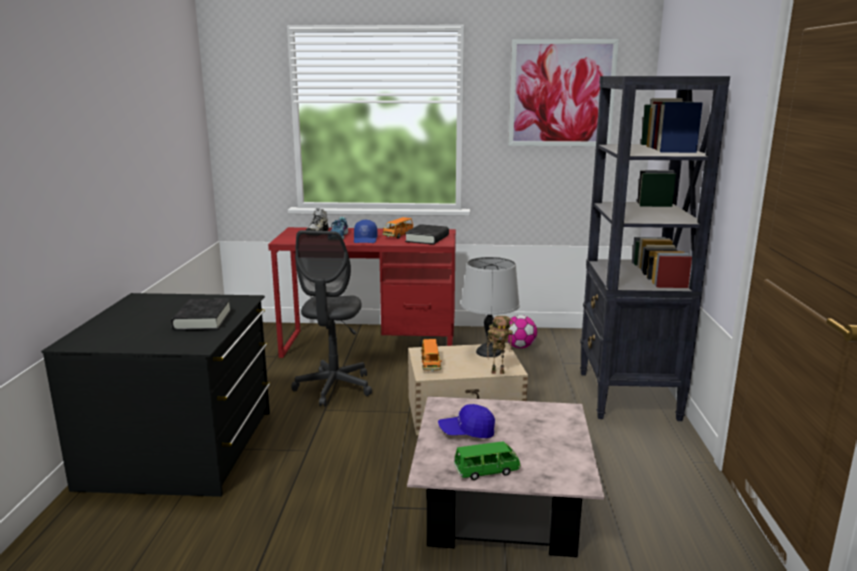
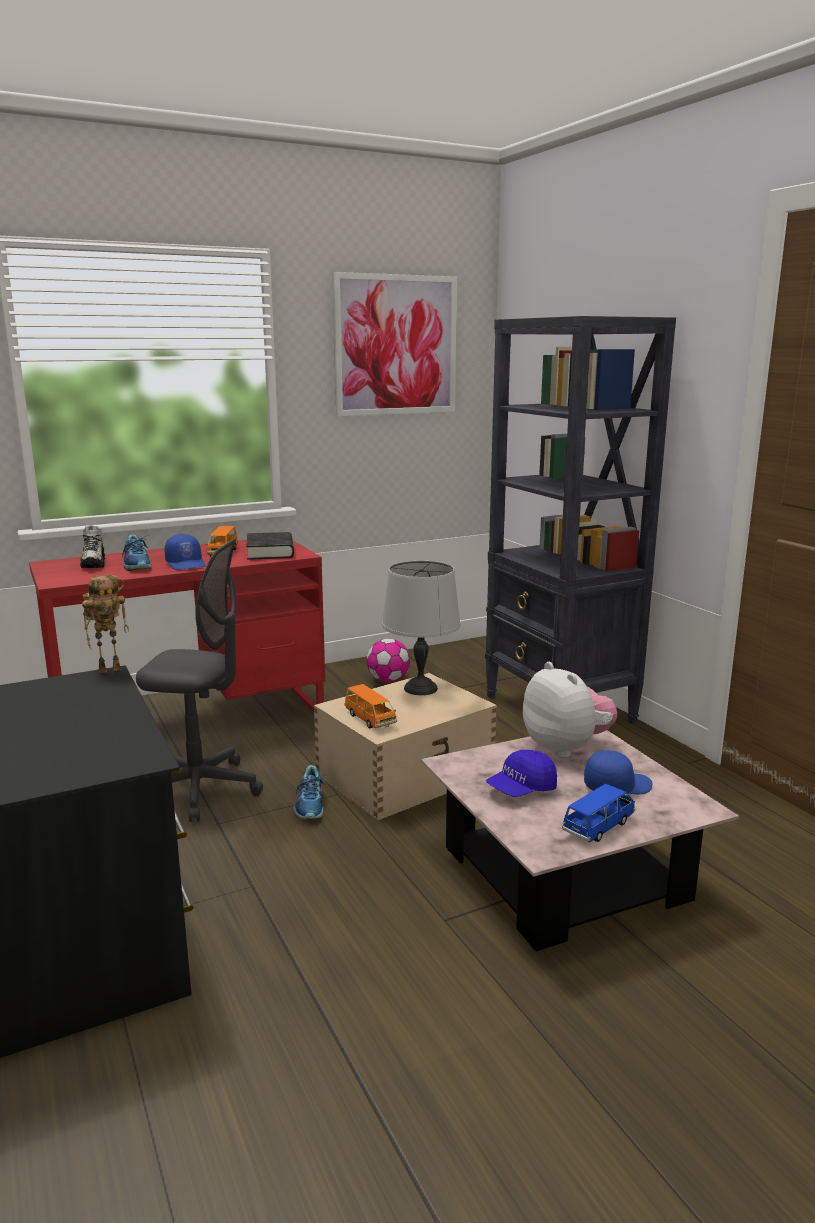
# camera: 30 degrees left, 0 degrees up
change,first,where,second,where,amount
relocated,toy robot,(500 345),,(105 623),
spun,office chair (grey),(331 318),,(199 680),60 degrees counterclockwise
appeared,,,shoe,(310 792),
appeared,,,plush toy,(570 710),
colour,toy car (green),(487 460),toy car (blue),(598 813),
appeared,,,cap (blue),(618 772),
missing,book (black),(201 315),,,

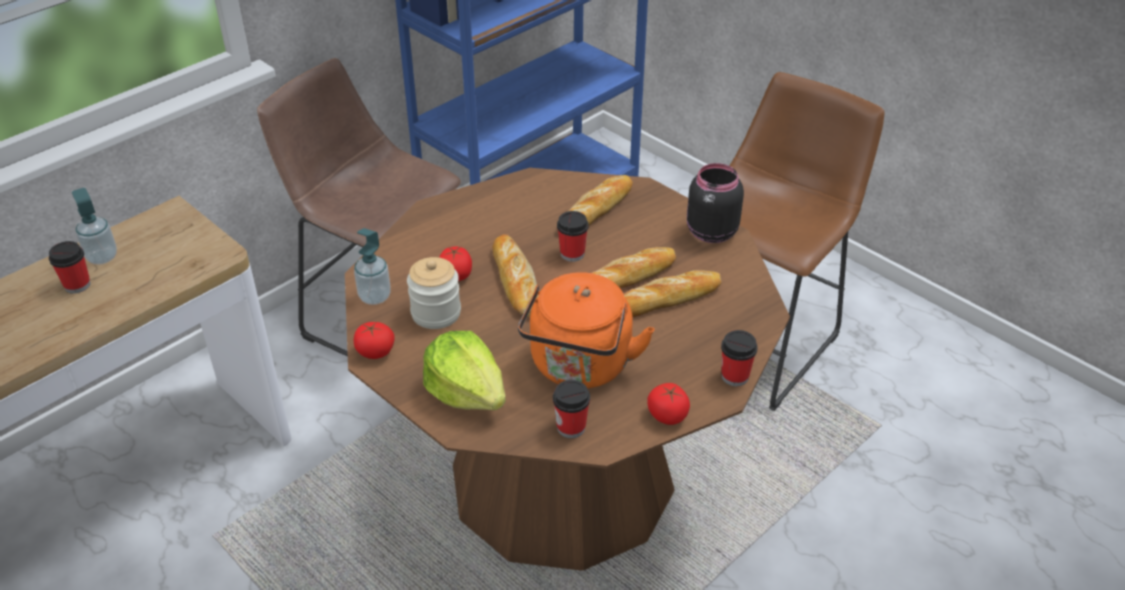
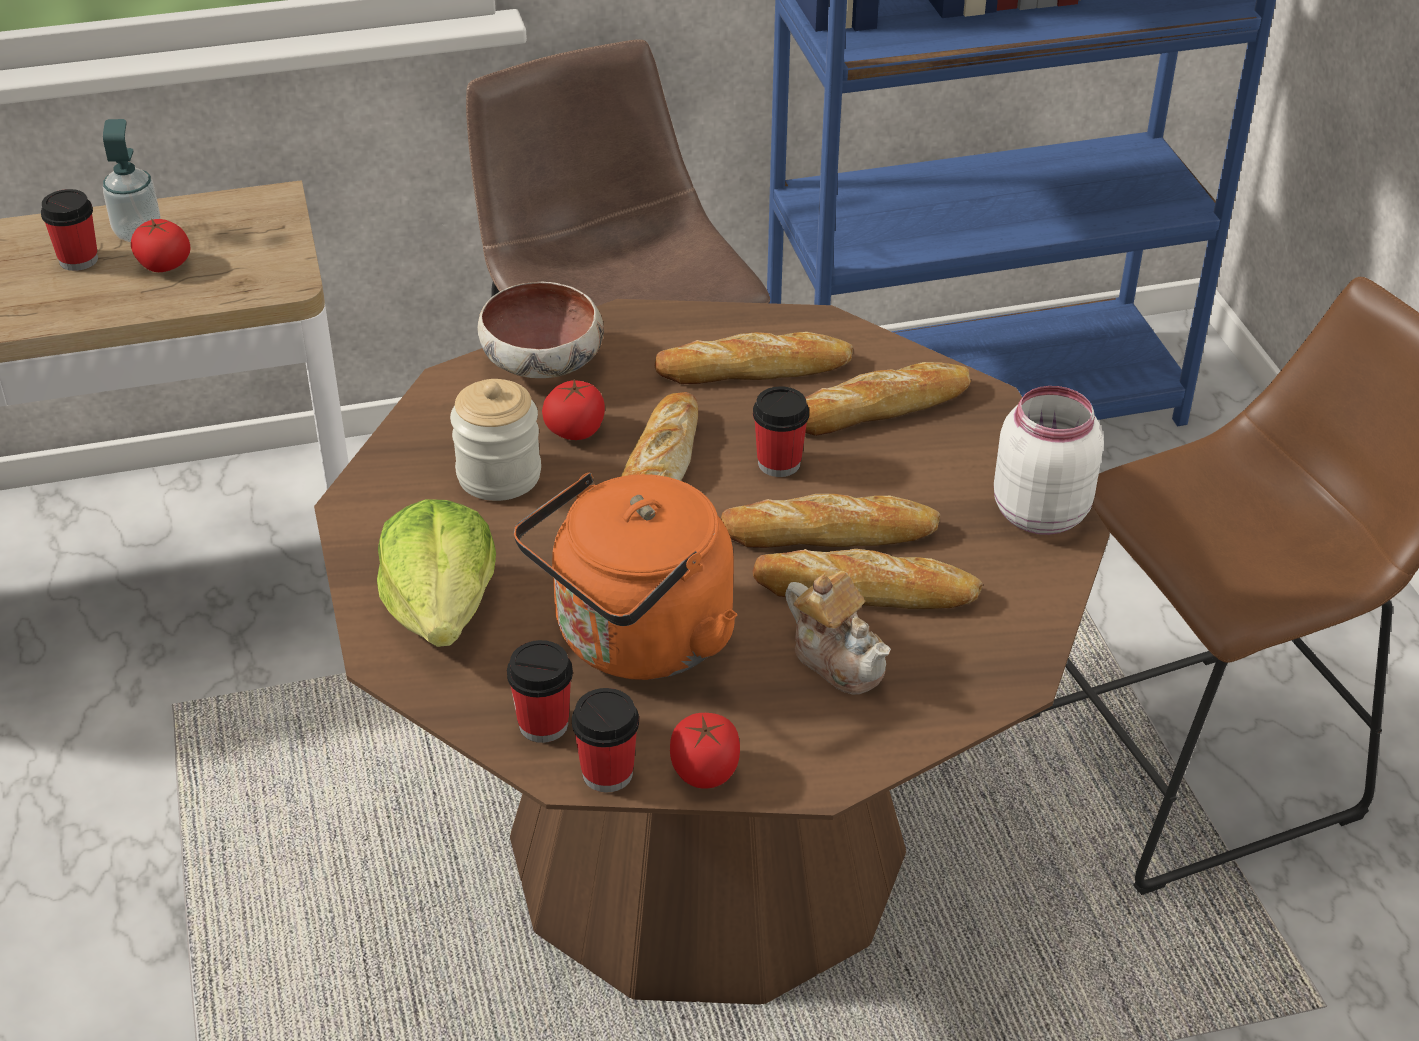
# camera: 30 degrees right, 0 degrees up
change,first,where,second,where,amount
relocated,tomato,(374 340),,(160 245),
appeared,,,bowl,(540 329),
relocated,cup,(739 358),,(605 740),
appeared,,,bread,(754 358),
appeared,,,teapot,(838 633),
colour,jar (black),(715 203),jar (white),(1049 460),
missing,soap dispenser,(372 266),,,

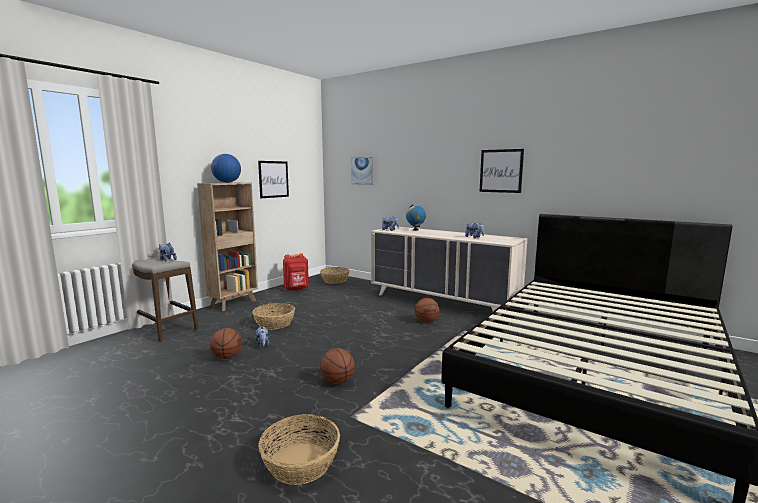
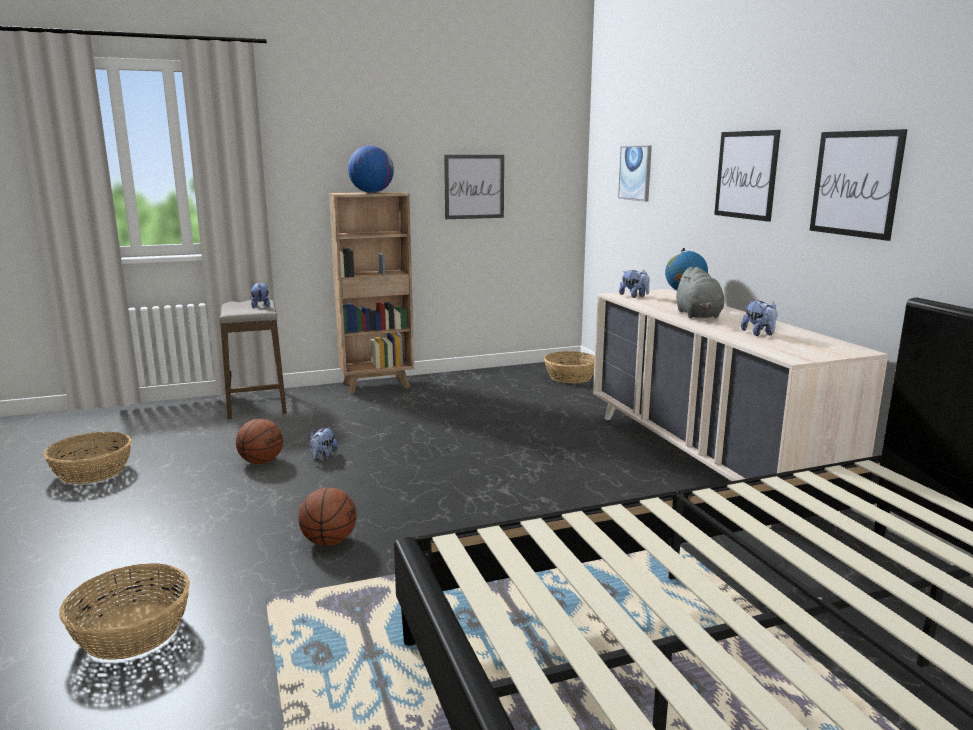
# camera: 35 degrees right, 5 degrees up
change,first,where,second,where,amount
relocated,basket,(273 316),,(88 458),
appeared,,,plush toy (grey),(699 292),
appeared,,,picture,(747 176),
missing,backpack (red),(296 272),,,
missing,basketball,(427 310),,,

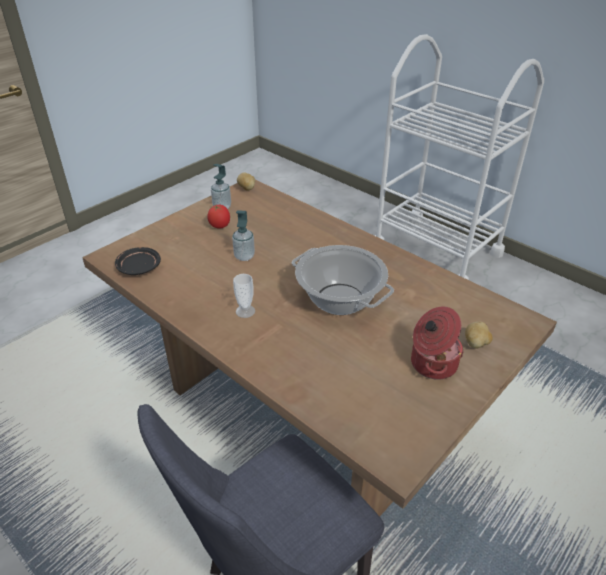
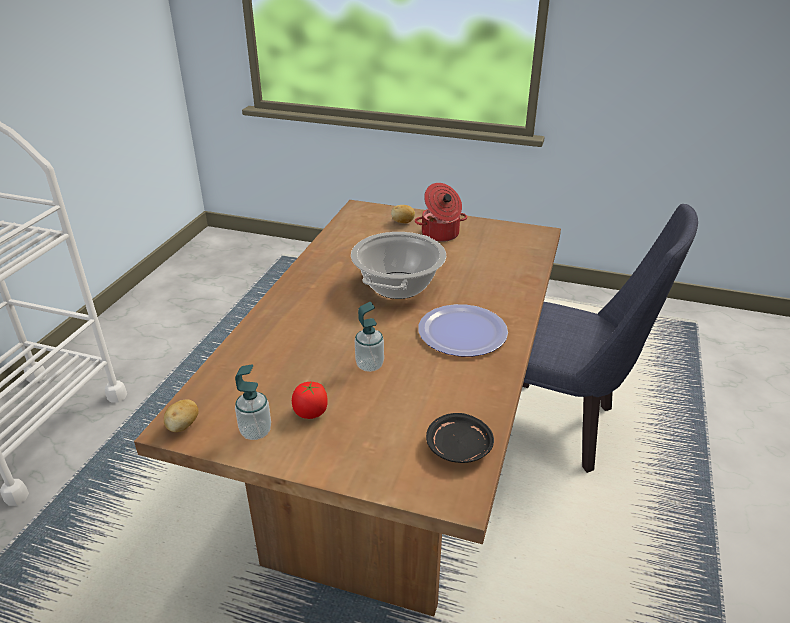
# camera: 115 degrees left, 5 degrees down
change,first,where,second,where,amount
exchanged,cup,(244 296),plate,(463 330),

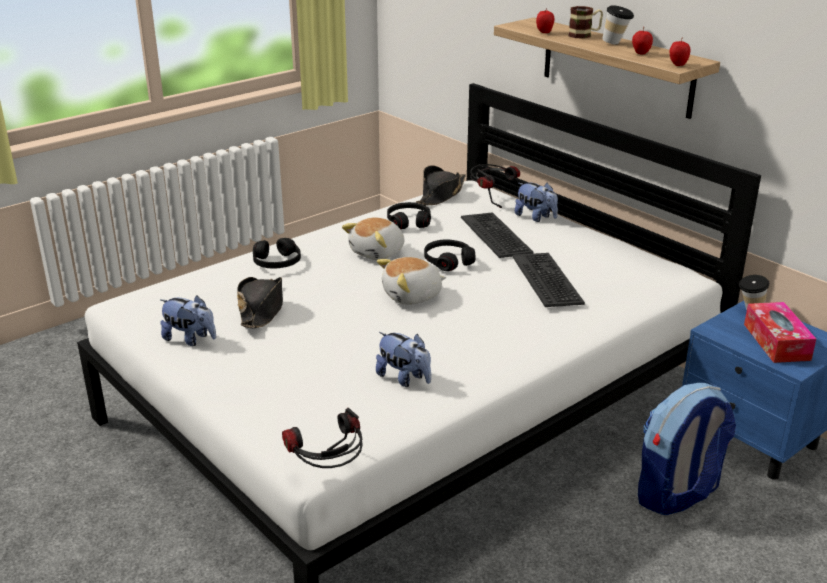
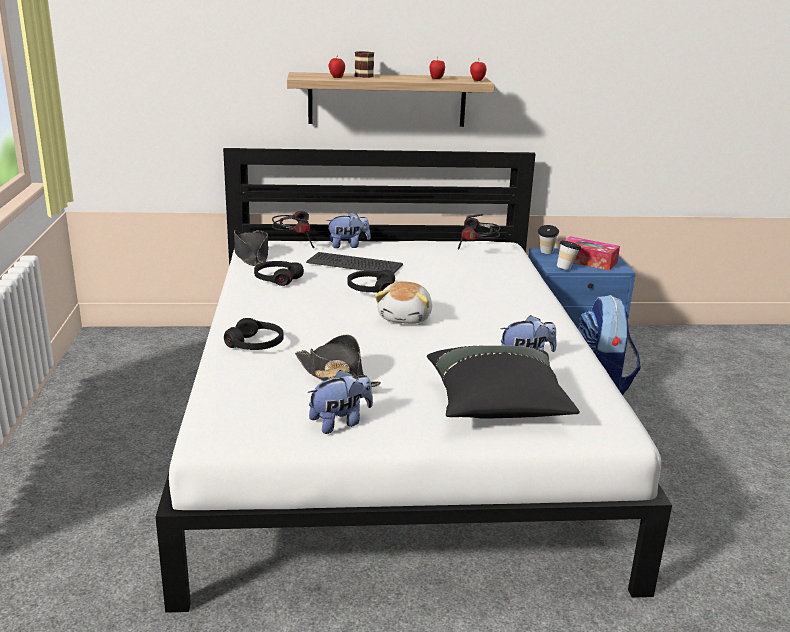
# camera: 55 degrees left, 5 degrees down
change,first,where,second,where,amount
appeared,,,pillow (black),(503 382),
relocated,headphones,(322 438),,(479 232),
relocated,cup,(618 24),,(569 255),
missing,plush toy,(373 239),,,
missing,keyboard,(548 280),,,

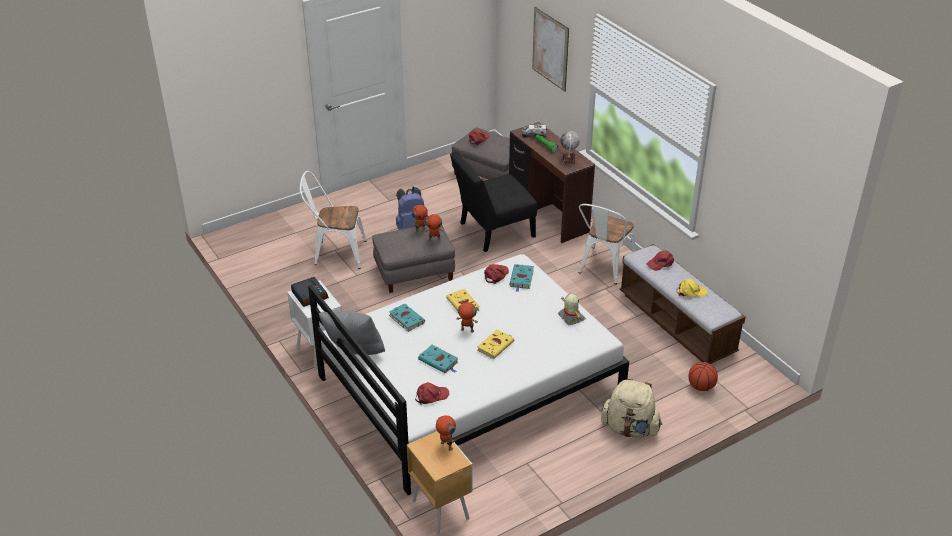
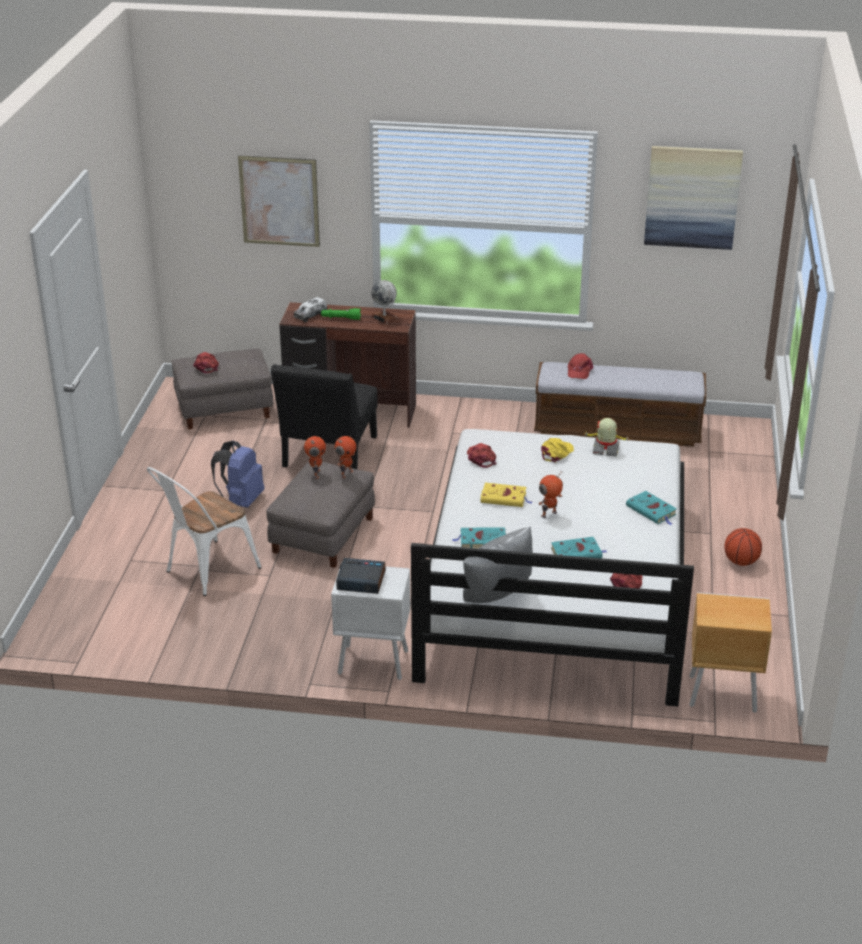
# camera: 50 degrees left, 5 degrees down
change,first,where,second,where,amount
relocated,cap (yellow),(692 288),,(557 450),
relocated,book (turquoise),(521 278),,(651 508),
appeared,,,picture,(693 198),
relocated,basketball,(703 376),,(743 547),
missing,toy robot,(446 433),,,
missing,book (yellow),(495 344),,,
missing,chair (white),(607 244),,,
missing,backpack (beige),(631 408),,,

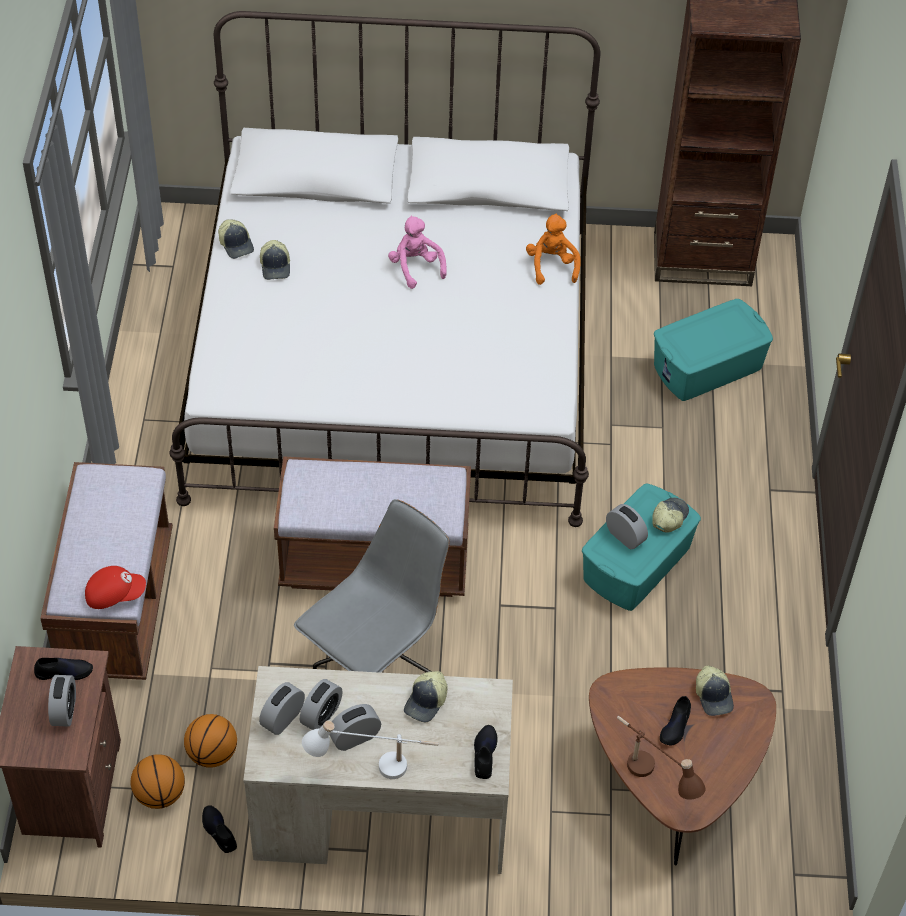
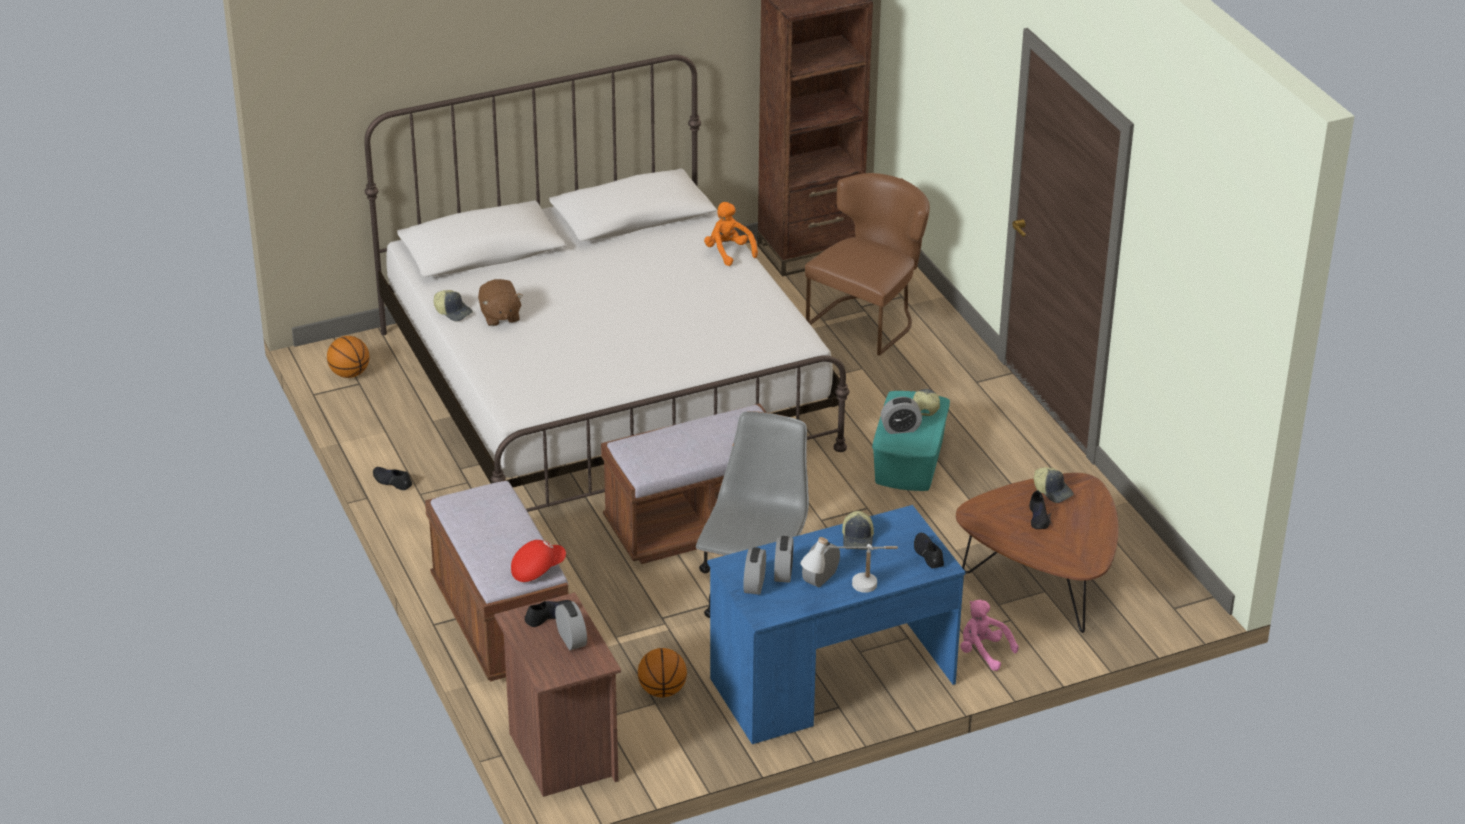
# camera: 25 degrees left, 15 degrees down
change,first,where,second,where,amount
relocated,basketball,(158 781),,(348 357),
relocated,shoe (black),(219 829),,(392 478),
exchanged,cap,(275 260),plush toy (brown),(500 302),
colour,desk (beige),(378 770),desk (blue),(836 624),
exchanged,storage box (turquoise),(713 350),chair (brown),(867 264),
spun,alarm clock,(627 526),,(901 415),150 degrees clockwise
relocated,plush toy (pink),(417 252),,(989 635),
missing,table lamp (brown),(661 758),,,

